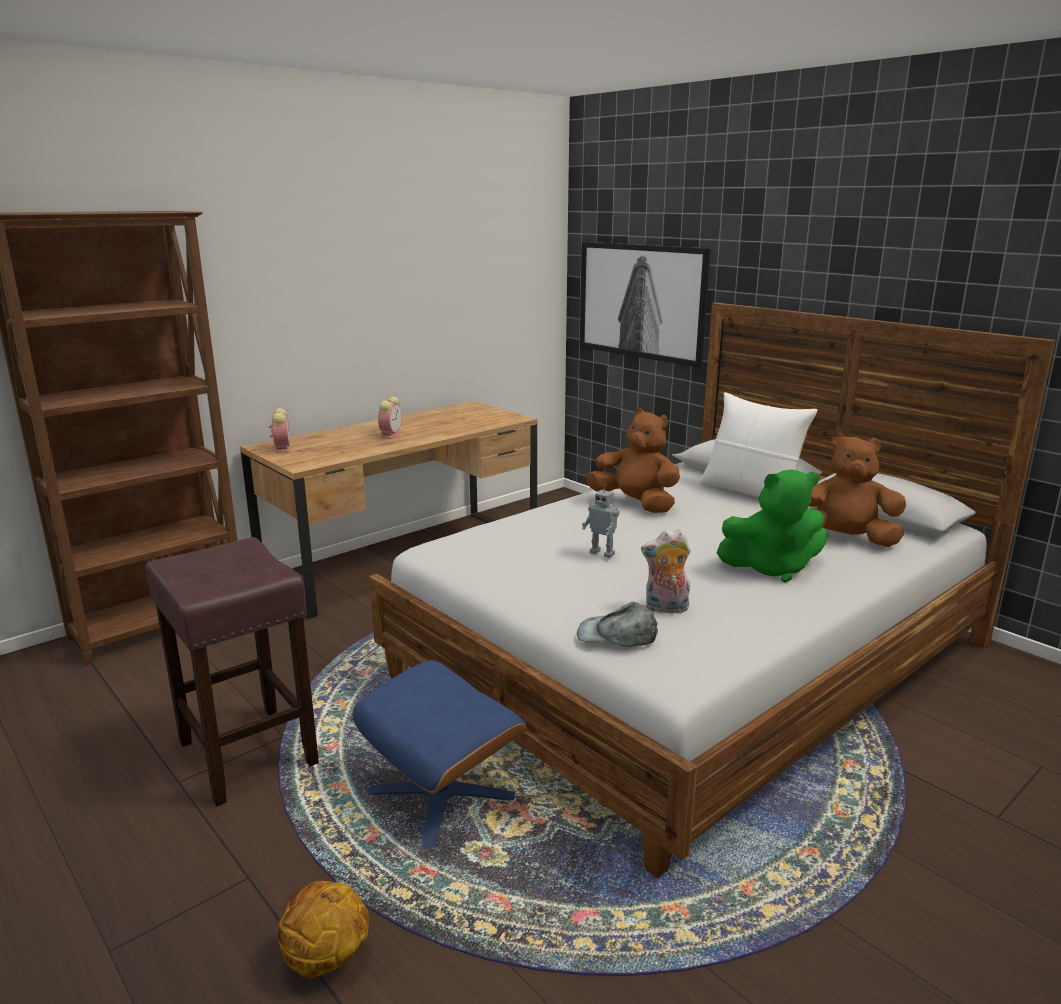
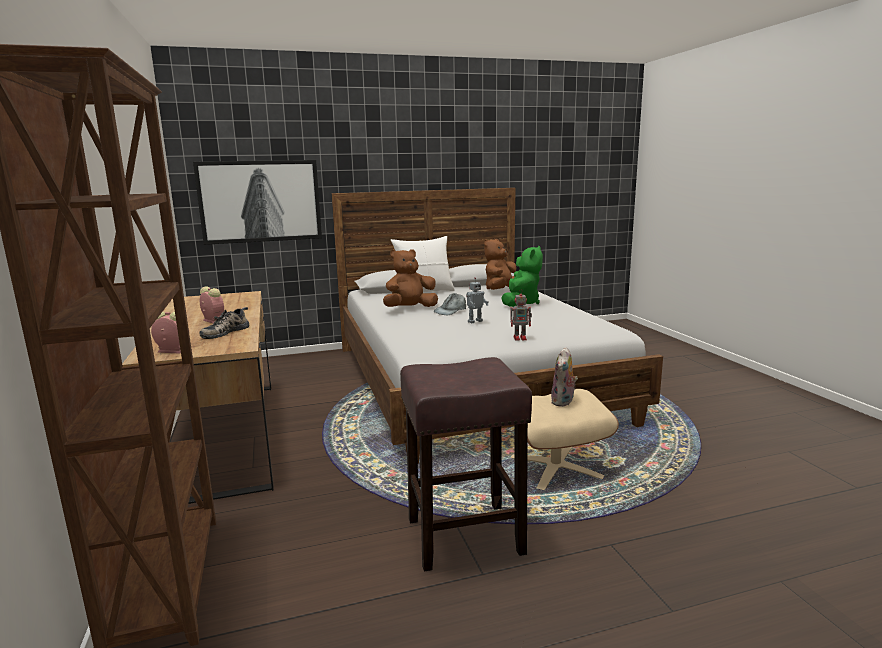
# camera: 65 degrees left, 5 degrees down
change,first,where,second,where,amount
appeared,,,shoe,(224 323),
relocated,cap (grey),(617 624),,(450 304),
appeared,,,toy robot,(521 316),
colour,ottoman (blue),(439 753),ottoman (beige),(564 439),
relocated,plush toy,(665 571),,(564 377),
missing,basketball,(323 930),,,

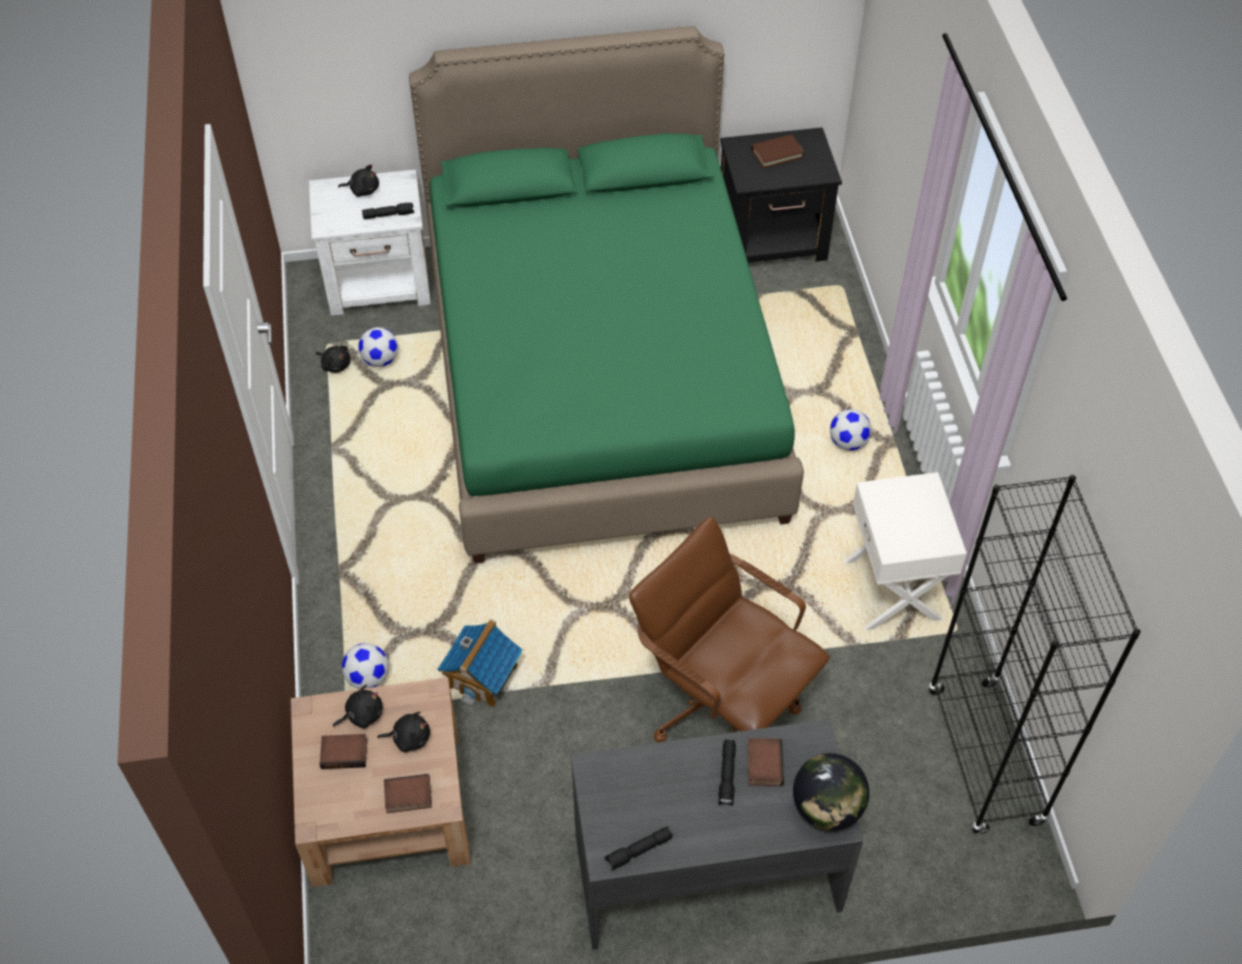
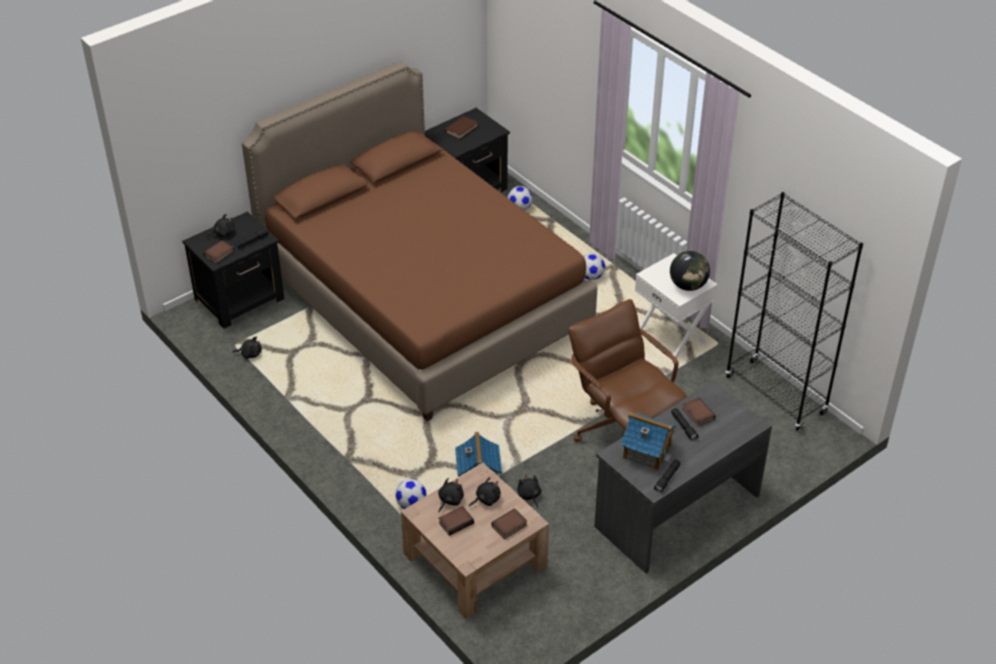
# camera: 30 degrees left, 10 degrees down
change,first,where,second,where,amount
colour,nightstand (white),(370 243),nightstand (black),(233 270),
appeared,,,book,(219 252),
colour,bed (green),(606 294),bed (brown),(419 241),
relocated,football,(378 347),,(520 198),
appeared,,,plush toy (black),(529 491),
spun,office chair (brown),(729 629),,(627 370),45 degrees clockwise
appeared,,,toy house,(648 441),
relocated,globe,(831 792),,(690 271),

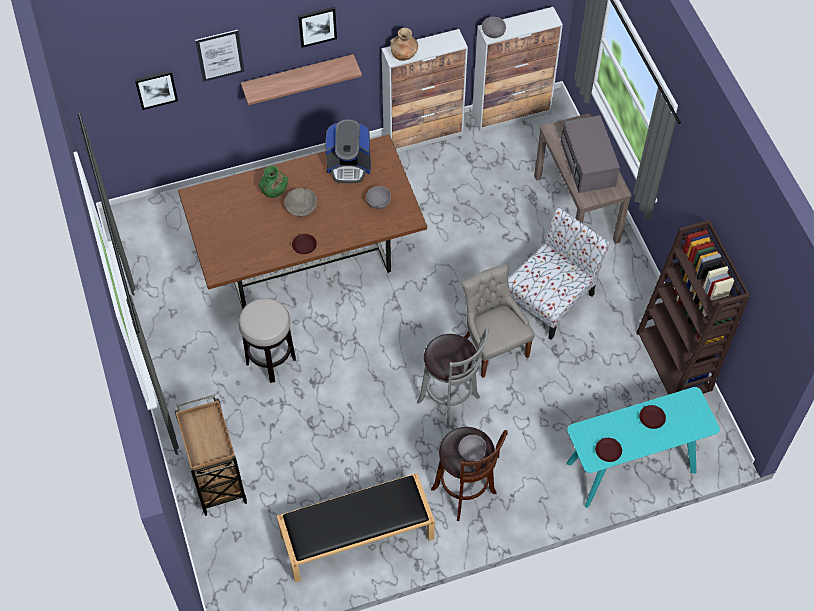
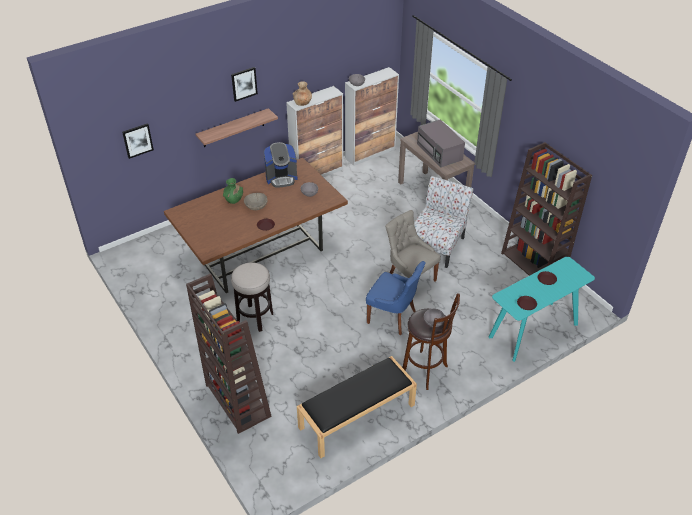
# camera: 15 degrees left, 15 degrees down
change,first,where,second,where,amount
exchanged,cart (brown),(211 455),bookcase (brown),(229 353),
exchanged,stool (grey),(453 378),chair (blue),(396 298),
missing,picture,(220 56),,,

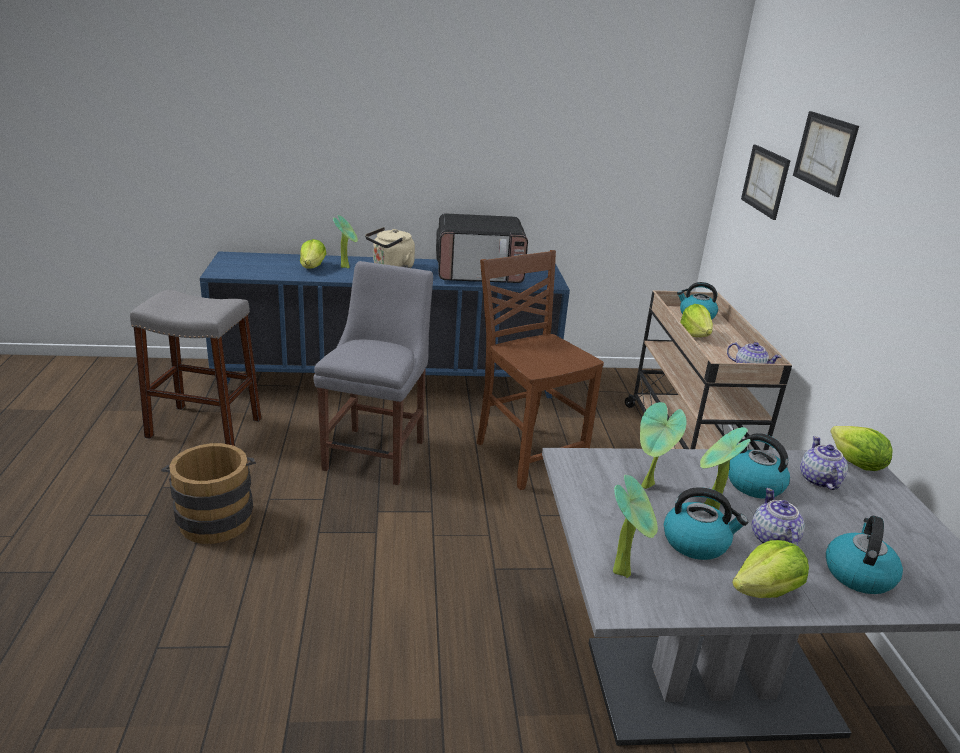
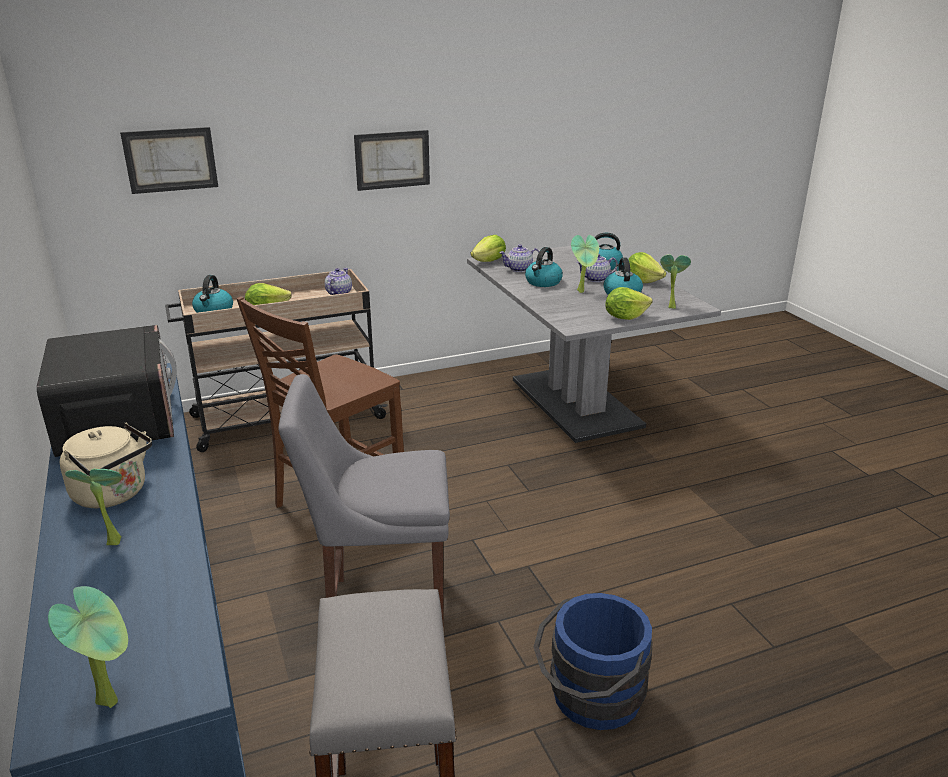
# camera: 105 degrees left, 0 degrees up
change,first,where,second,where,amount
relocated,potted plant,(663 445),,(88 647),
relocated,picture,(826 154),,(392 160),
colour,bucket (brown),(208 493),bucket (blue),(593 661),
relocated,lettuce,(313 254),,(628 303),

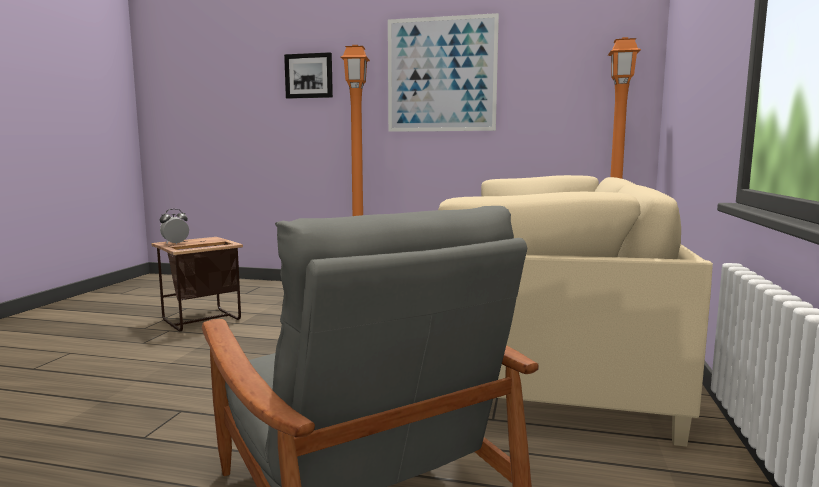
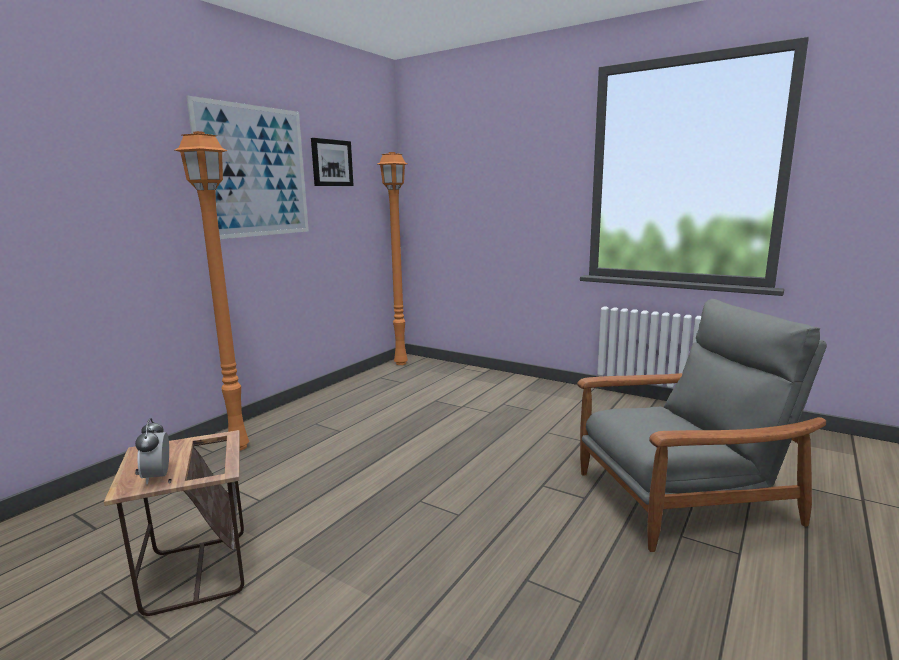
# camera: 70 degrees left, 5 degrees up
change,first,where,second,where,amount
relocated,picture,(308 75),,(332 162),
missing,sofa (beige),(575 311),,,

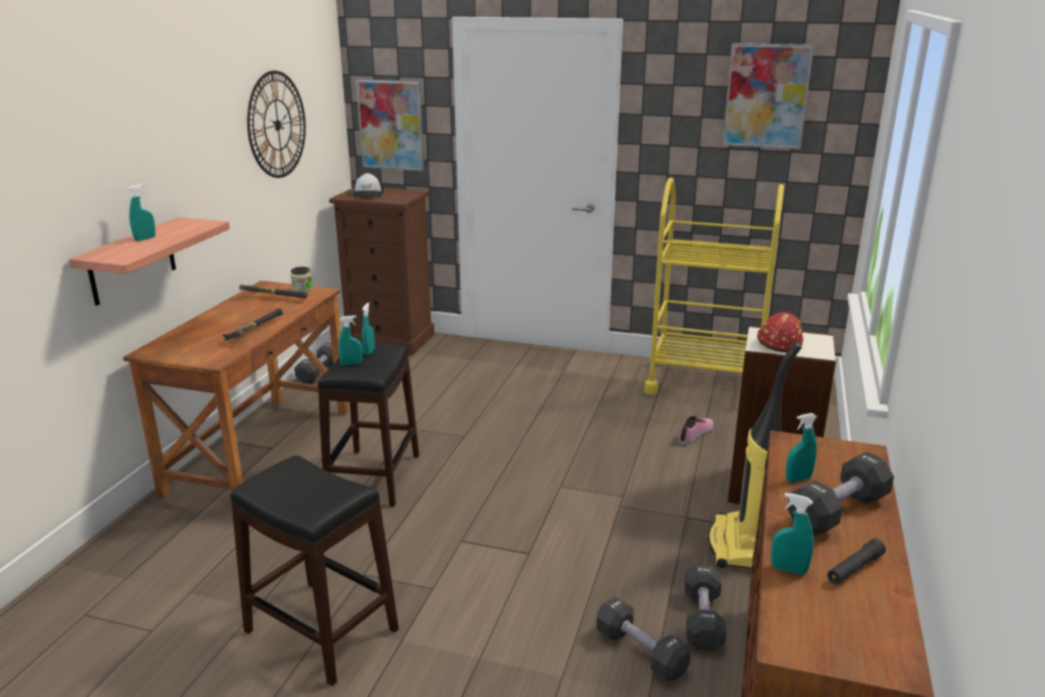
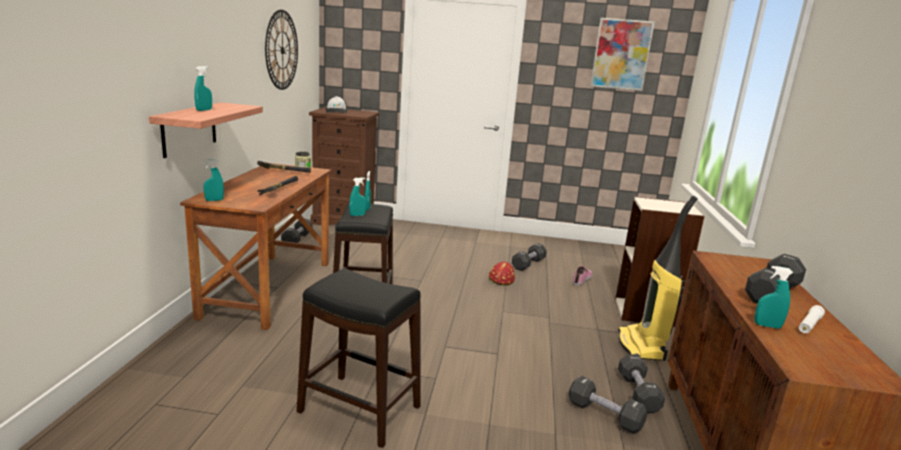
# camera: 10 degrees left, 5 degrees down
change,first,where,second,where,amount
relocated,spray bottle (turquoise),(801 447),,(213 180),
relocated,hard hat (red),(780 332),,(502 274),
appeared,,,dumbbell (black),(529 257),
colour,flashlight (black),(856 561),flashlight (white),(812 319),
missing,picture,(390 125),,,
missing,cart (yellow),(714 286),,,

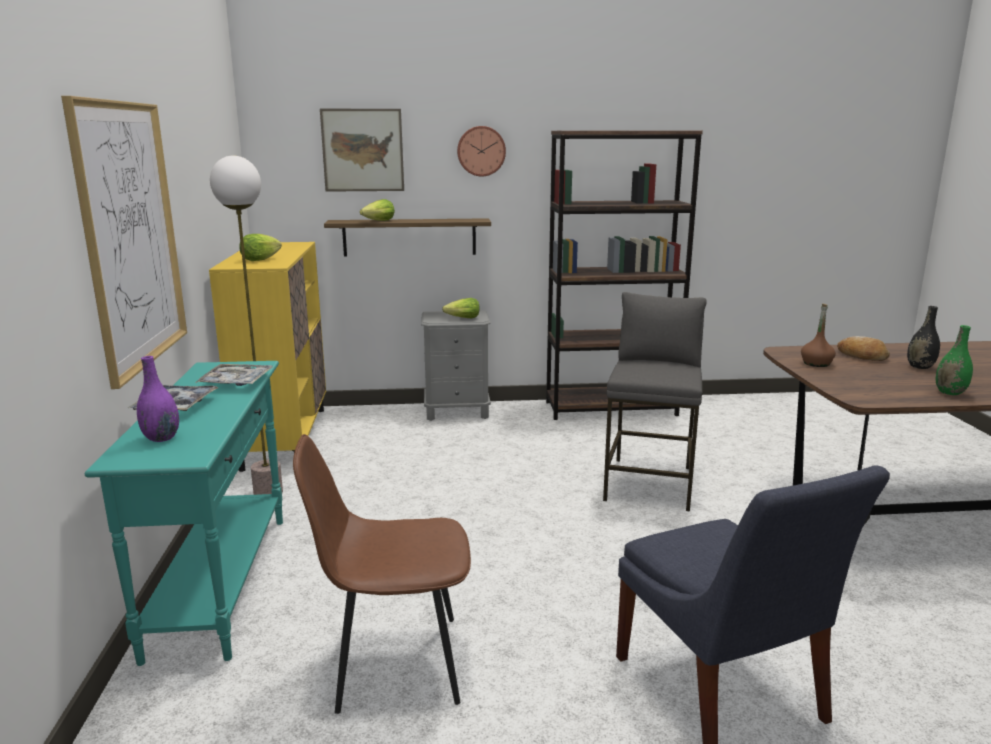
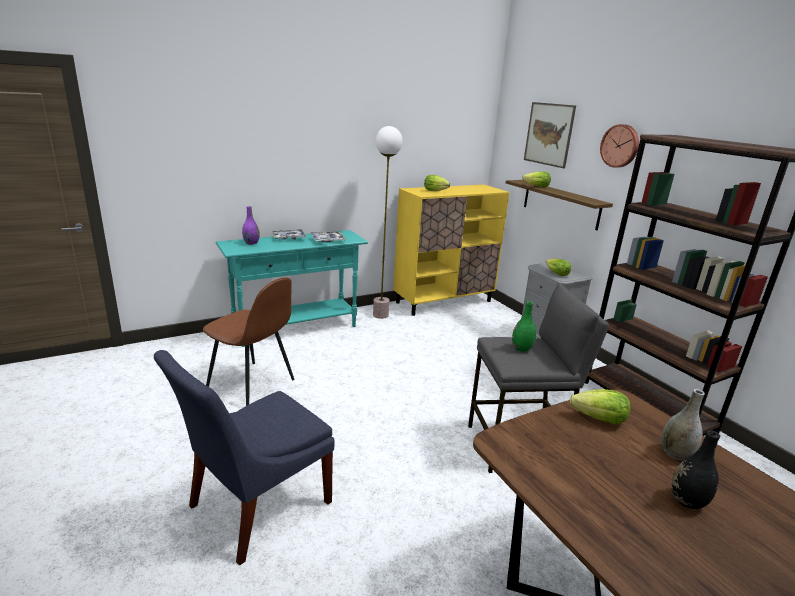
# camera: 65 degrees right, 5 degrees up
change,first,where,second,where,amount
spun,chair (brown),(382 574),,(248 341),150 degrees clockwise
relocated,vase (green),(954 360),,(524 326),
exchanged,bottle (brown),(818 335),lettuce,(600 406),
exchanged,bread,(863 348),vase (grey),(683 424),
missing,picture,(124 242),,,

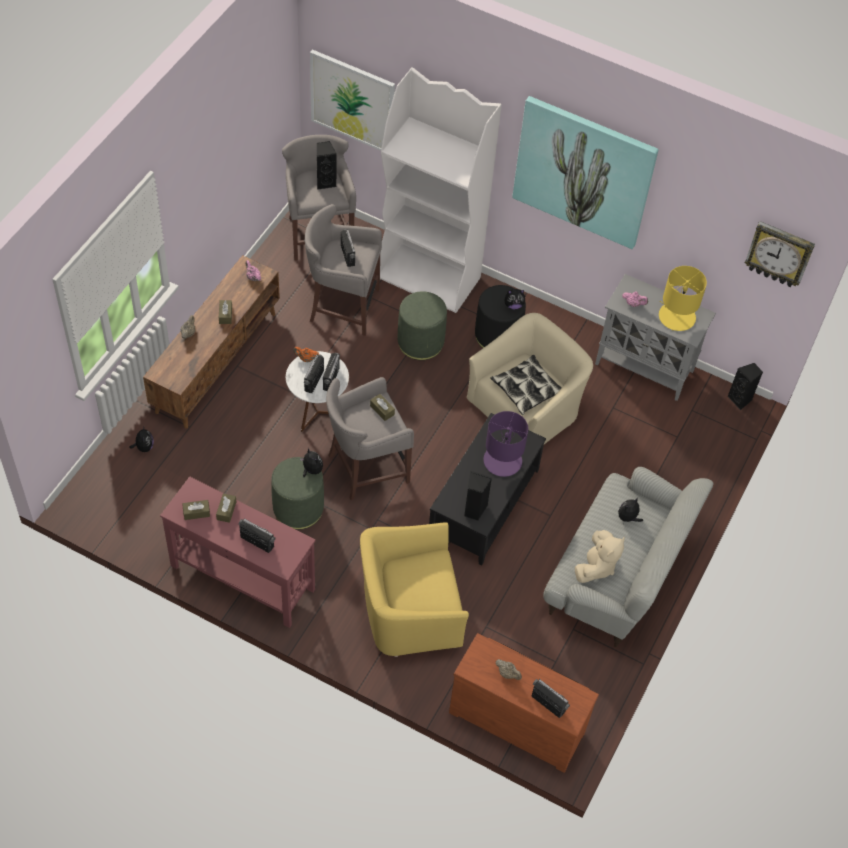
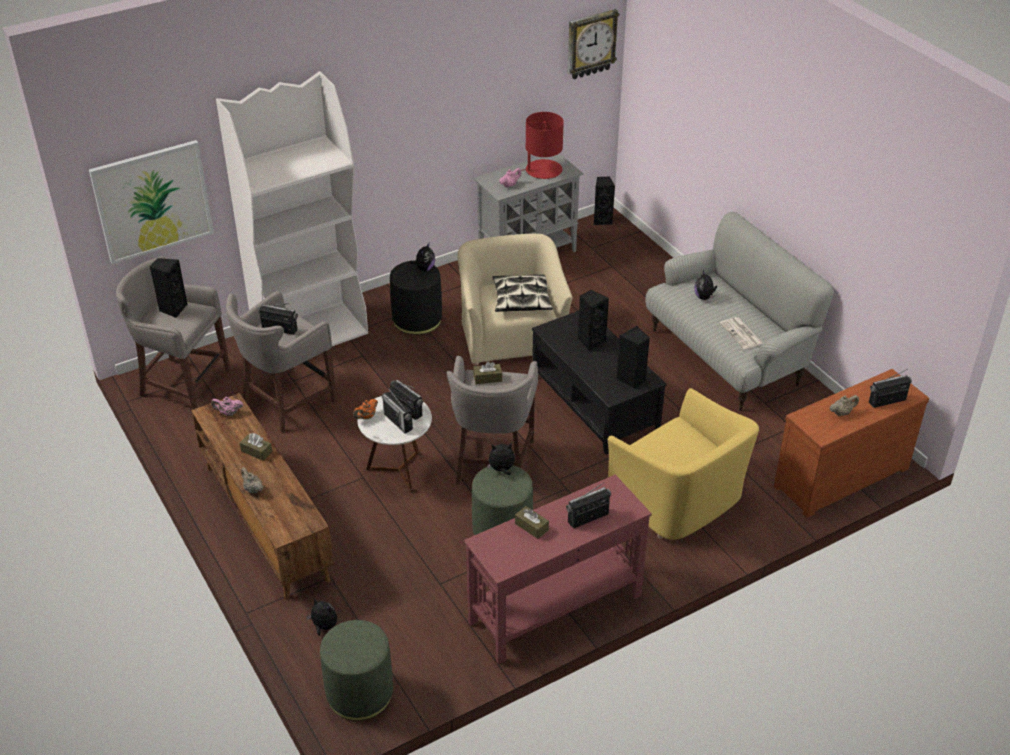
# camera: 55 degrees left, 15 degrees down
change,first,where,second,where,amount
relocated,ottoman (green),(422 325),,(356 670),
colour,table lamp (yellow),(683 298),table lamp (red),(542 145),
exchanged,table lamp (purple),(505 444),speaker (black),(593 320),
spun,armchair (yellow),(414 589),,(683 464),60 degrees counterclockwise
exchanged,plush toy (beige),(600 556),newspaper,(741 333),
missing,tissue box (brown),(196 510),,,
missing,picture,(585 172),,,

